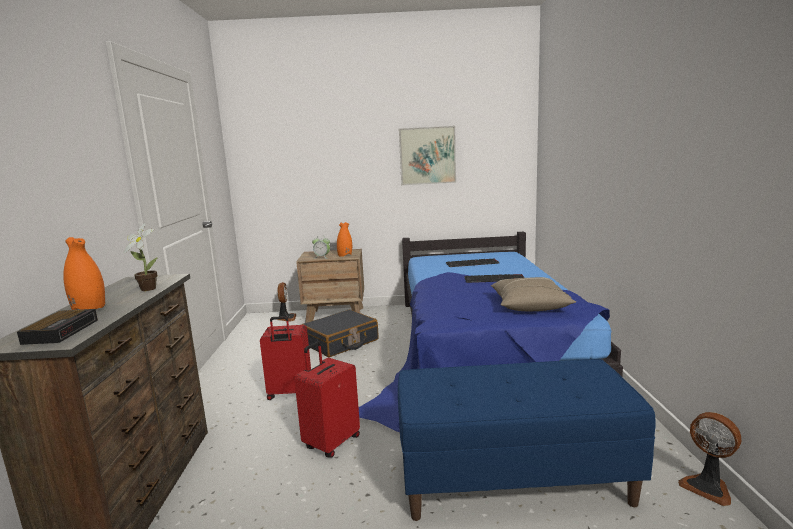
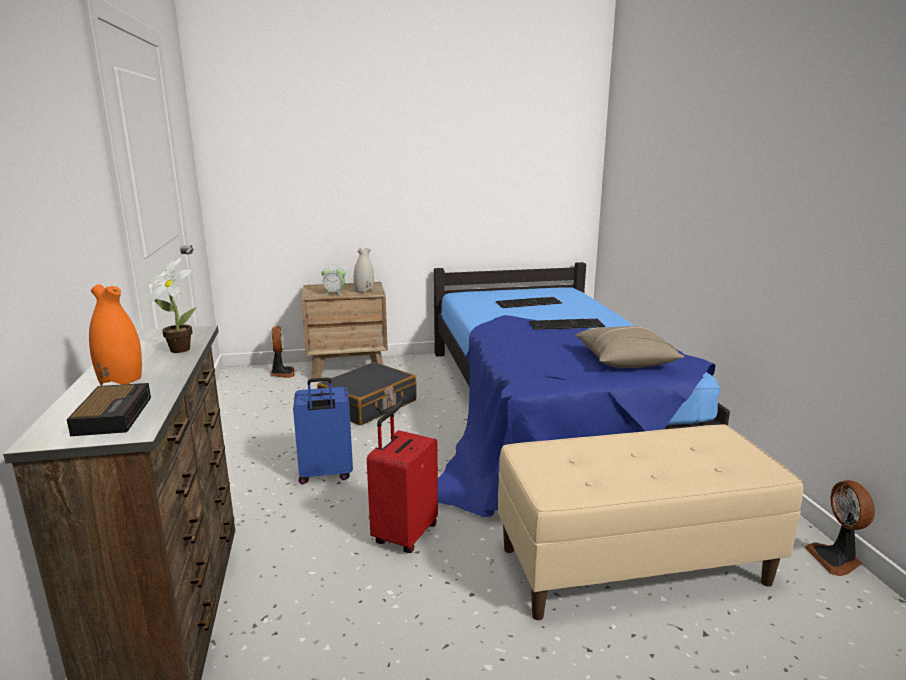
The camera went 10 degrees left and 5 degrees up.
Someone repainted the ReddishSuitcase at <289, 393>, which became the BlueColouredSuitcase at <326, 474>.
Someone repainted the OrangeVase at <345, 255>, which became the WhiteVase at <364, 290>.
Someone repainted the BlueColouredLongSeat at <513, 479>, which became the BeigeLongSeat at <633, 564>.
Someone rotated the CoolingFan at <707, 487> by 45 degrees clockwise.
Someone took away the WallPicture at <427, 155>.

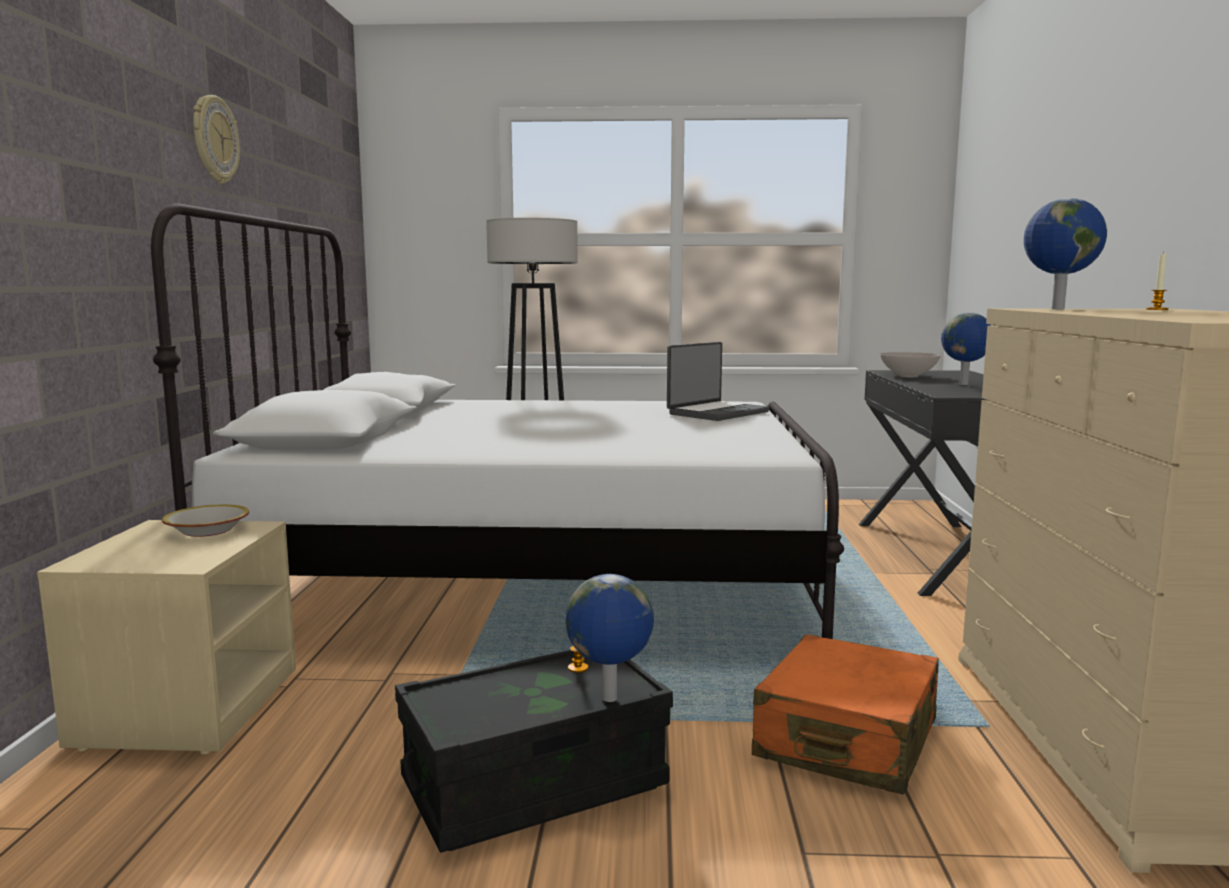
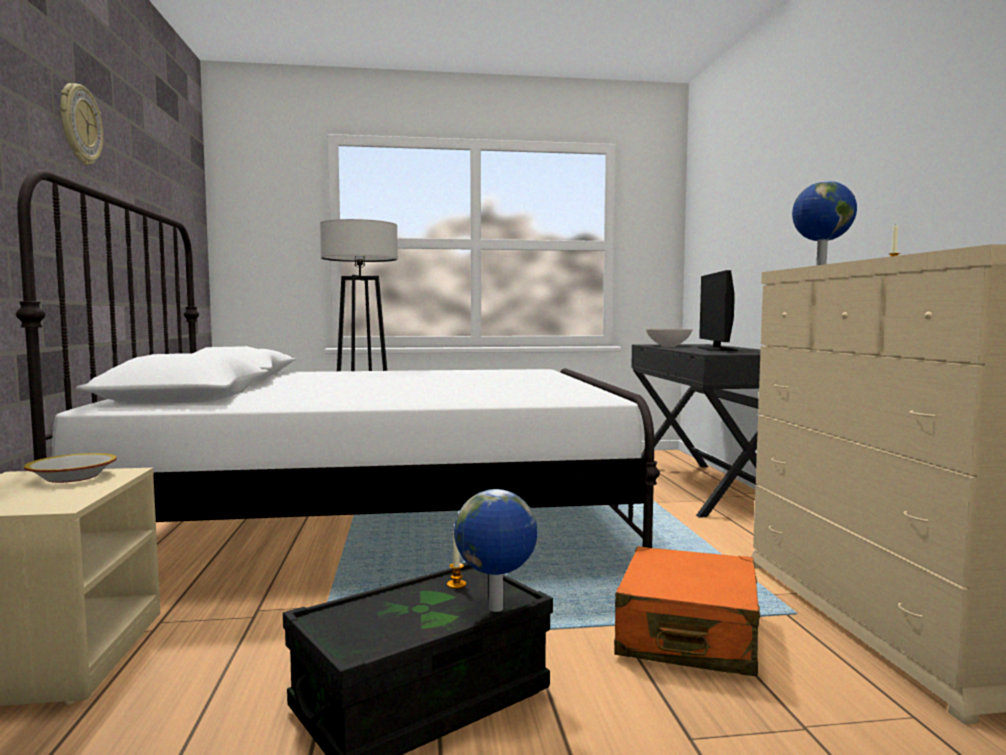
The camera went 10 degrees left and 5 degrees down.
Someone swapped the WorldGlobe at <964, 384> for the Monitor at <716, 349>.
Someone took away the NotebookComputer at <716, 413>.

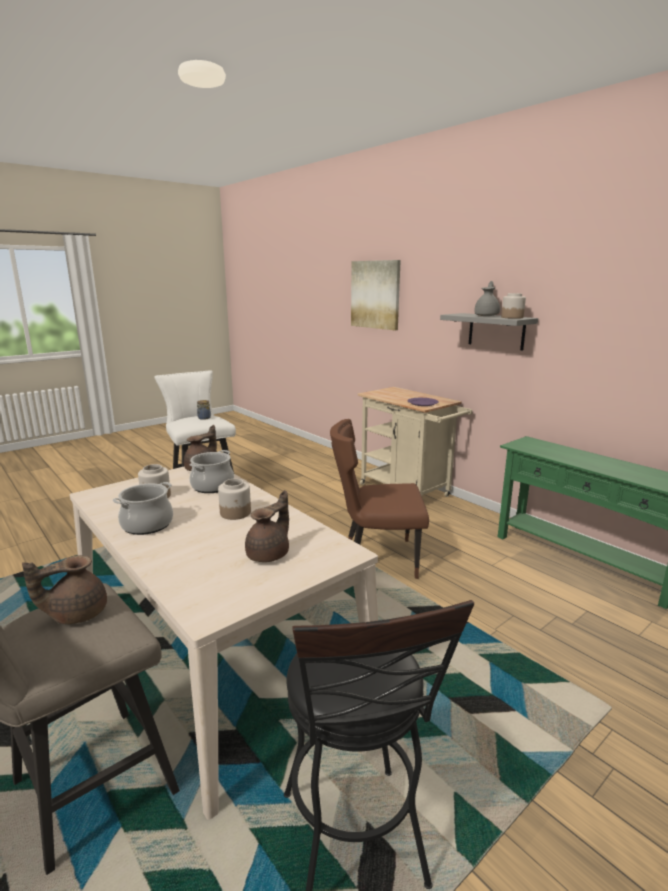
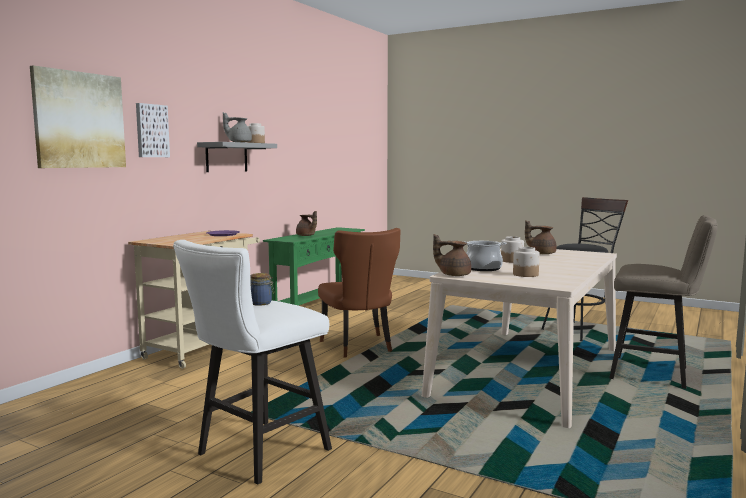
The camera went 110 degrees left and 10 degrees down.
Someone put up the WallPicture at <151, 131>.
Someone carried the BrownColouredTeaPot from <76, 613> to <306, 236>.
Someone took away the CookingPot at <147, 525>.

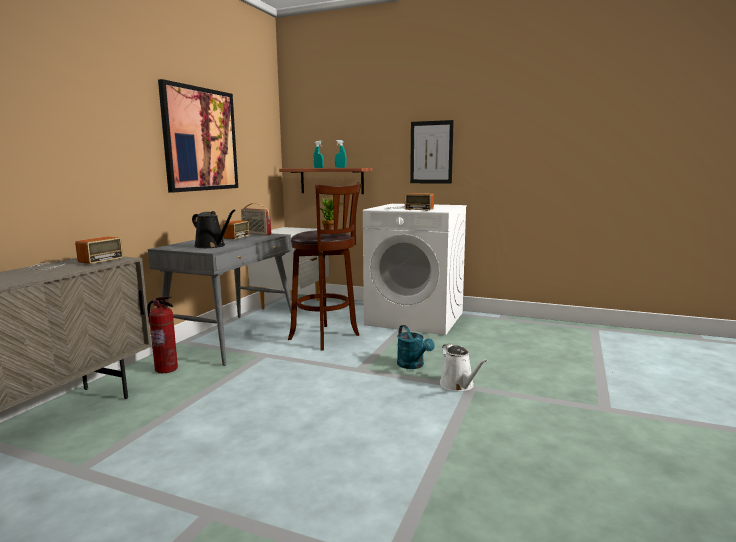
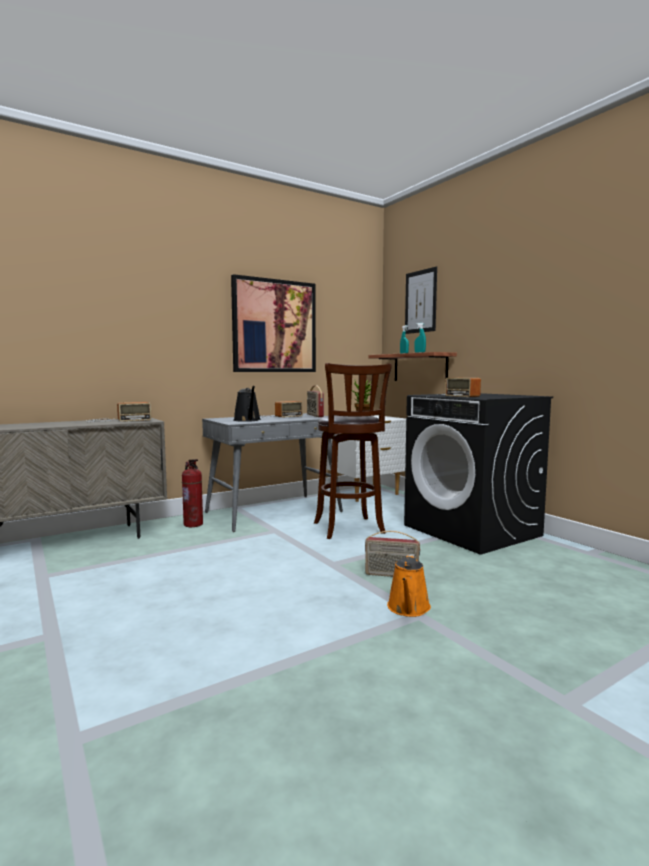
The camera went 35 degrees right and 5 degrees down.
Someone swapped the TurquoiseColouredWateringPot at <413, 365> for the RadioReceiver at <391, 575>.
Someone repainted the WhiteWateringPot at <458, 385>, which became the OrangeWateringPot at <408, 608>.
Someone repainted the WhiteLaundryMachine at <416, 318>, which became the BlackishLaundryMachine at <472, 530>.
Someone carried the WallPicture from <431, 152> to <420, 301>.

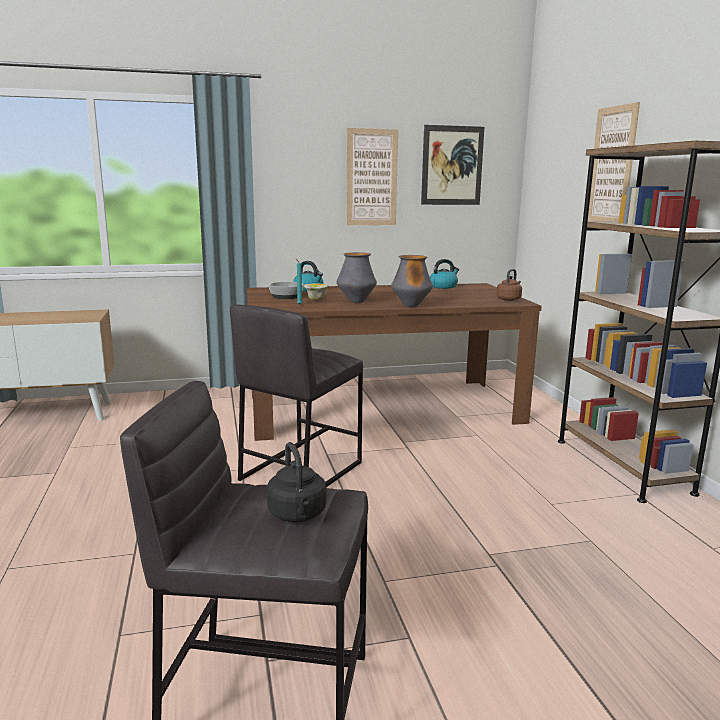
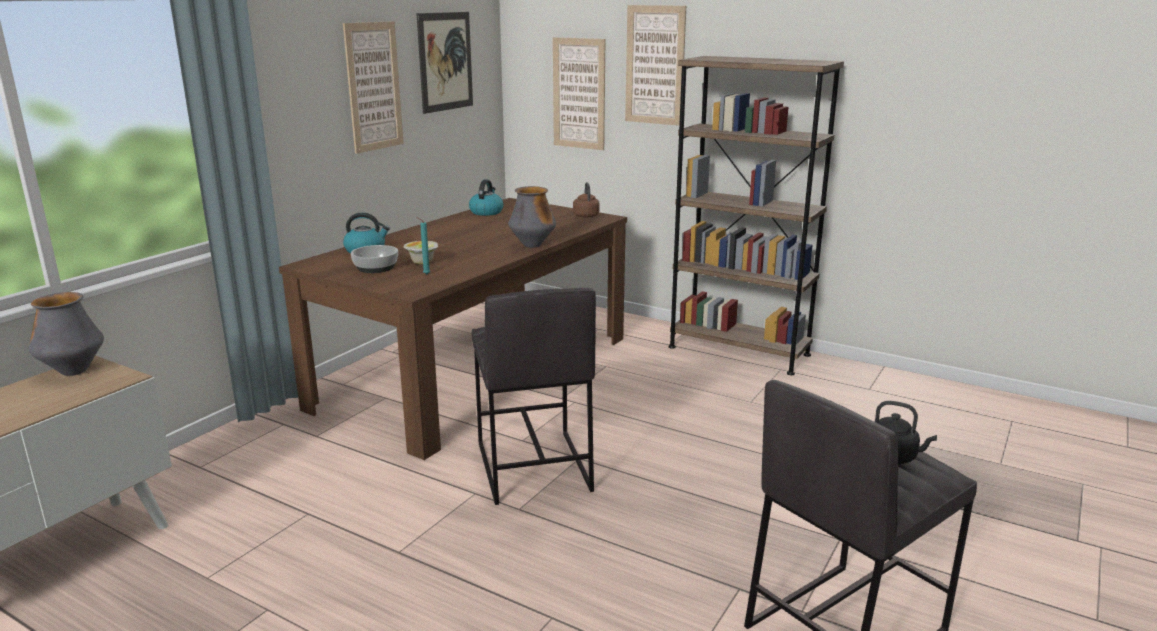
The camera went 45 degrees left and 5 degrees up.
Someone carried the Vase from <356, 301> to <73, 371>.
Someone put up the WallPicture at <579, 94>.

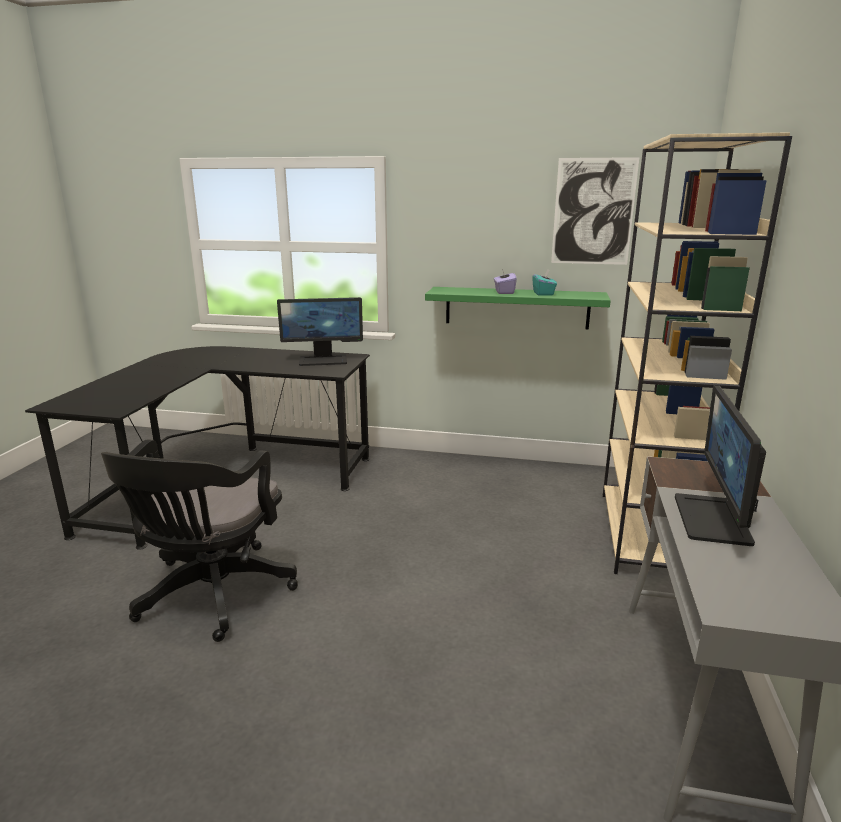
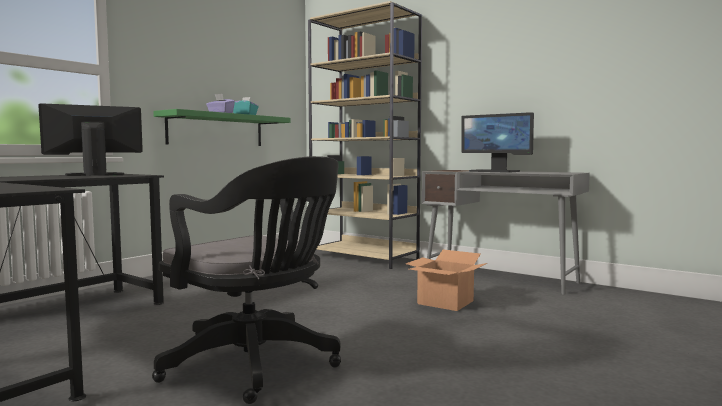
The camera went 65 degrees left and 15 degrees down.
Someone rotated the Monitor at <323, 360> by 135 degrees counterclockwise.
Someone put down the Carton at <446, 302>.
Someone took away the WallPicture at <593, 212>.

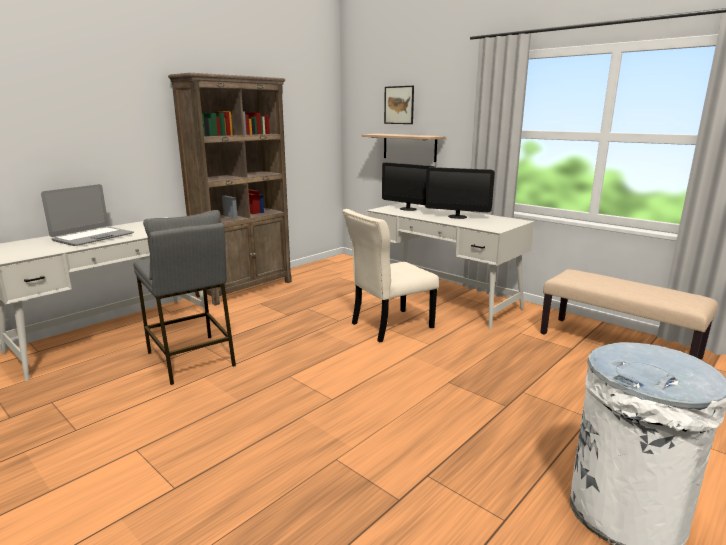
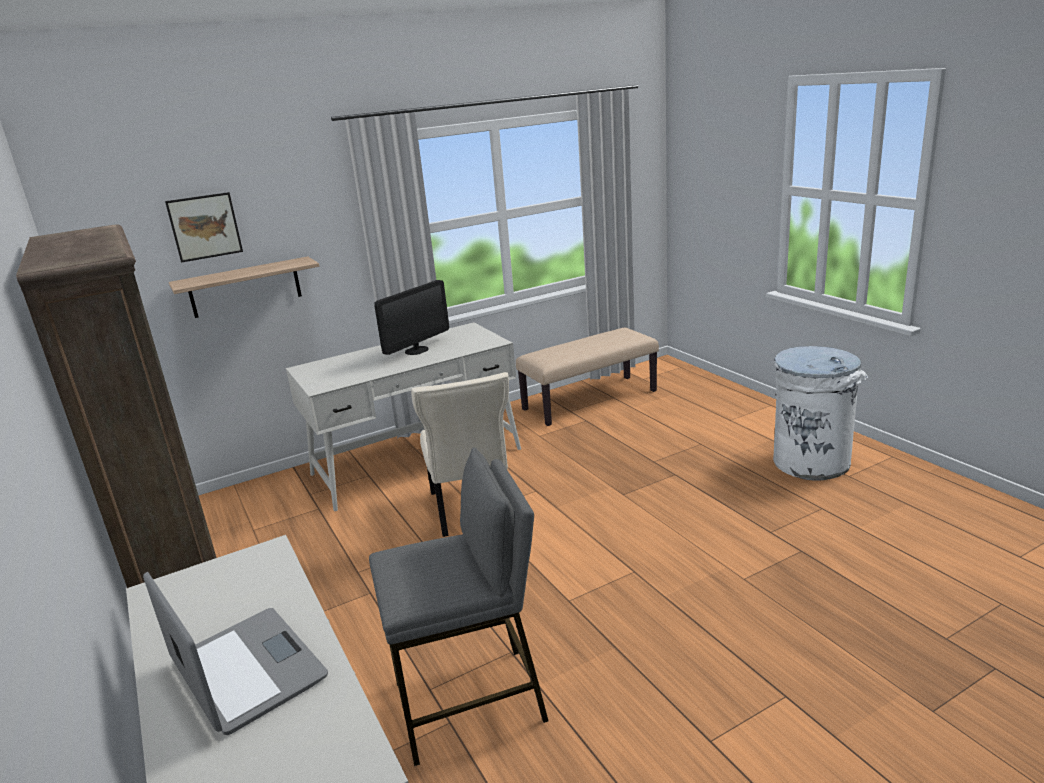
The camera went 70 degrees left and 5 degrees up.
Someone took away the Monitor at <408, 209>.

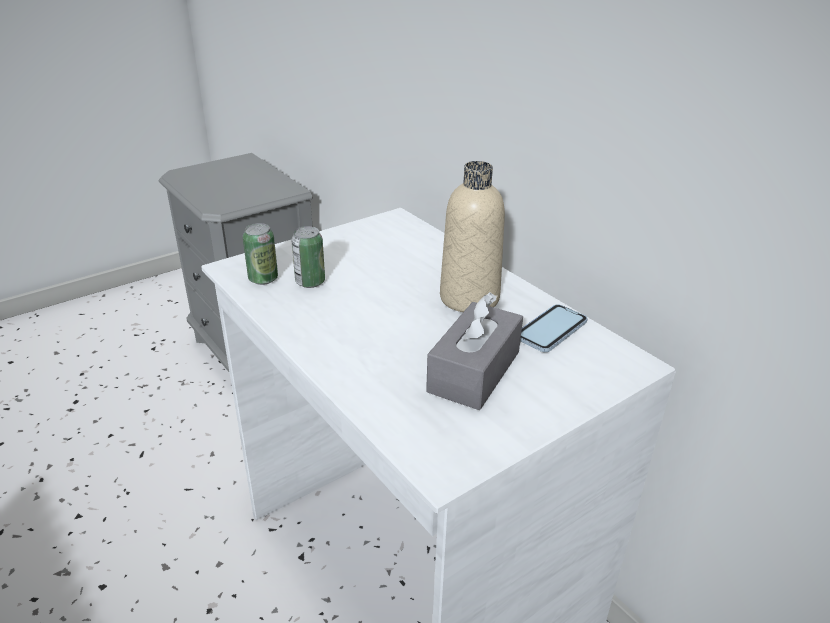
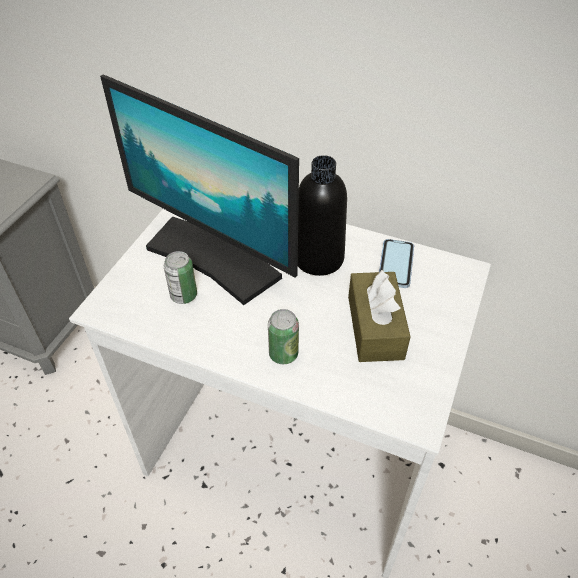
The camera went 30 degrees left and 15 degrees up.
Someone put down the Monitor at <214, 257>.
Someone carried the Can from <263, 279> to <283, 354>.
Someone repainted the BeigeBottle at <469, 298>, which became the BlackishBottle at <318, 258>.
Someone repainted the GrayTissueHolder at <474, 371>, which became the BrownColouredTissueHolder at <375, 327>.

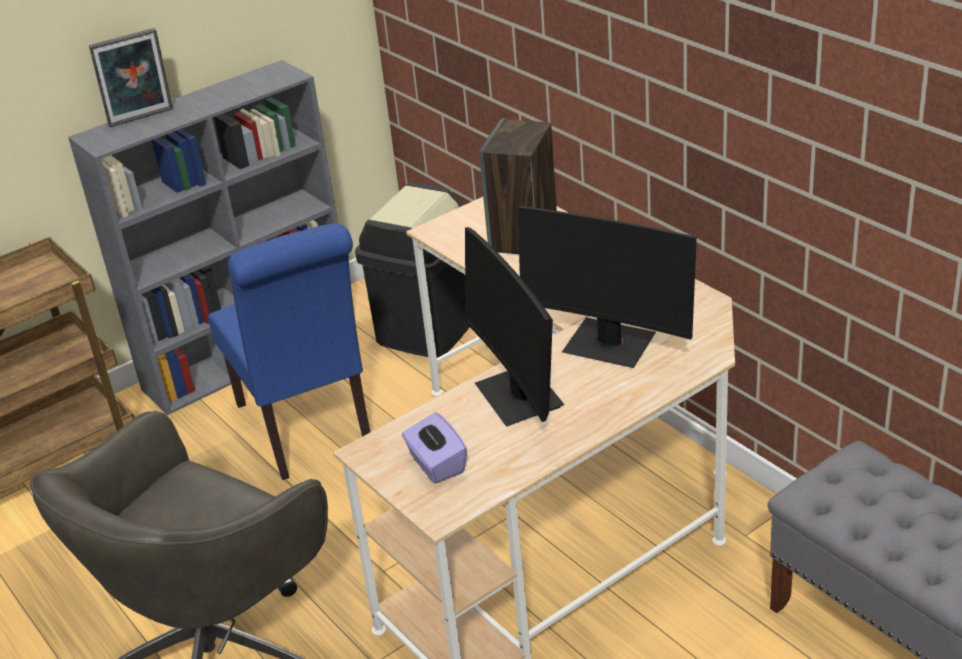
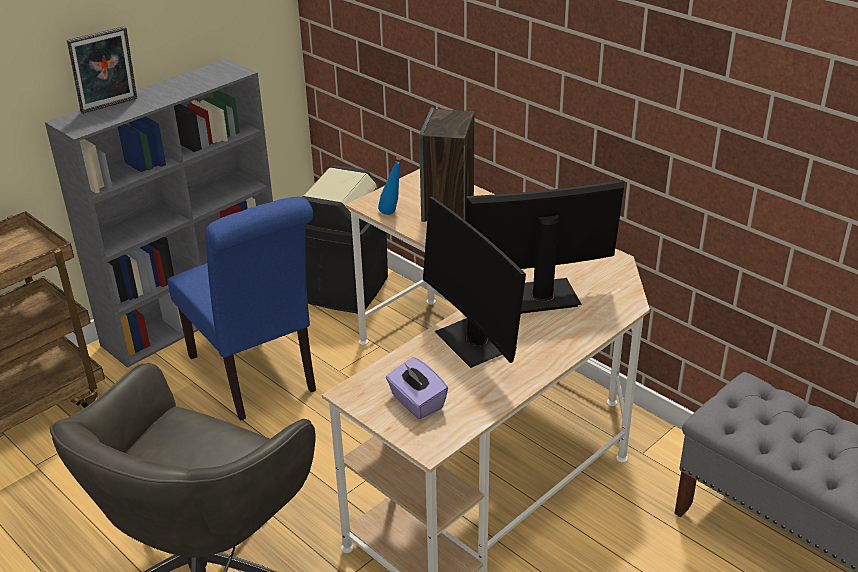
The camera went 10 degrees left and 0 degrees up.
Someone put down the BlueColouredBottle at <392, 215>.
Someone rotated the Monitor at <609, 345> by 150 degrees clockwise.

